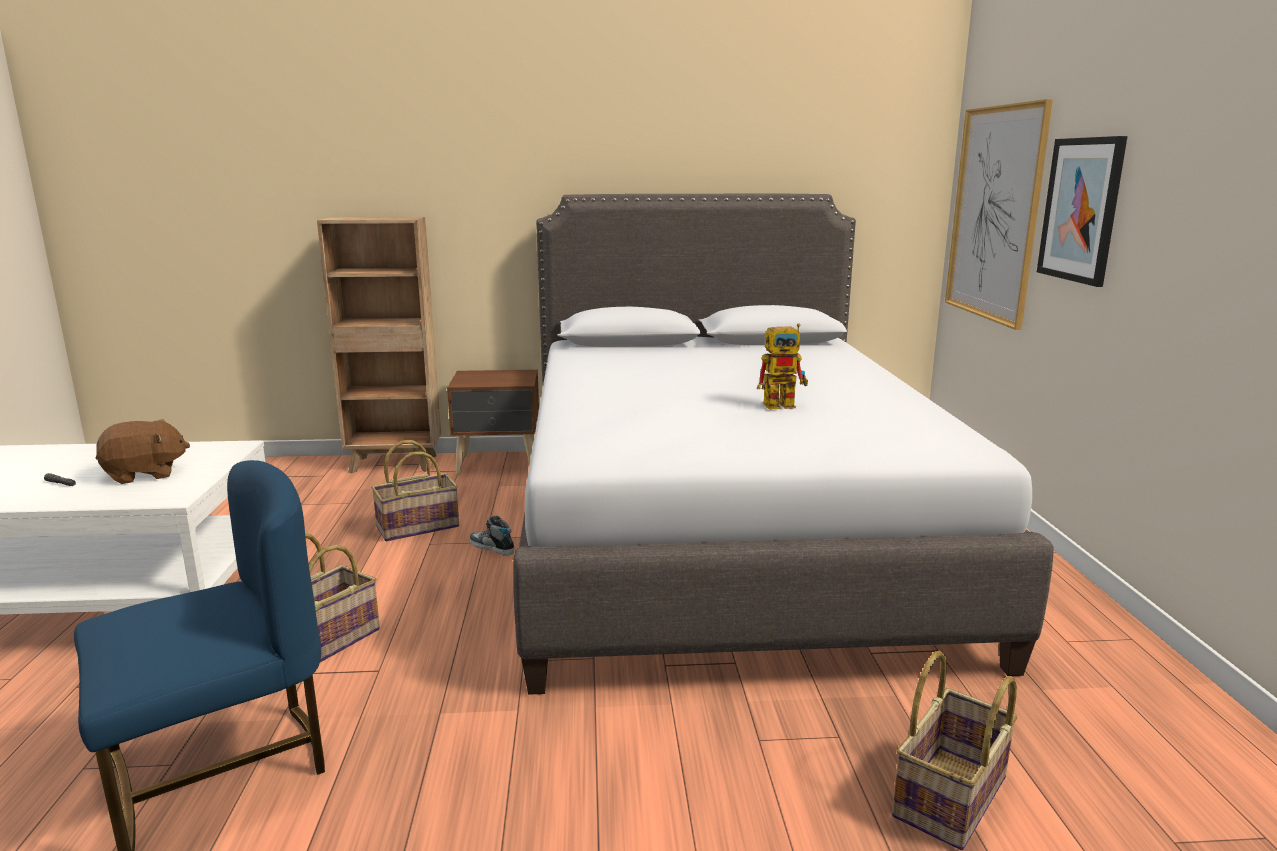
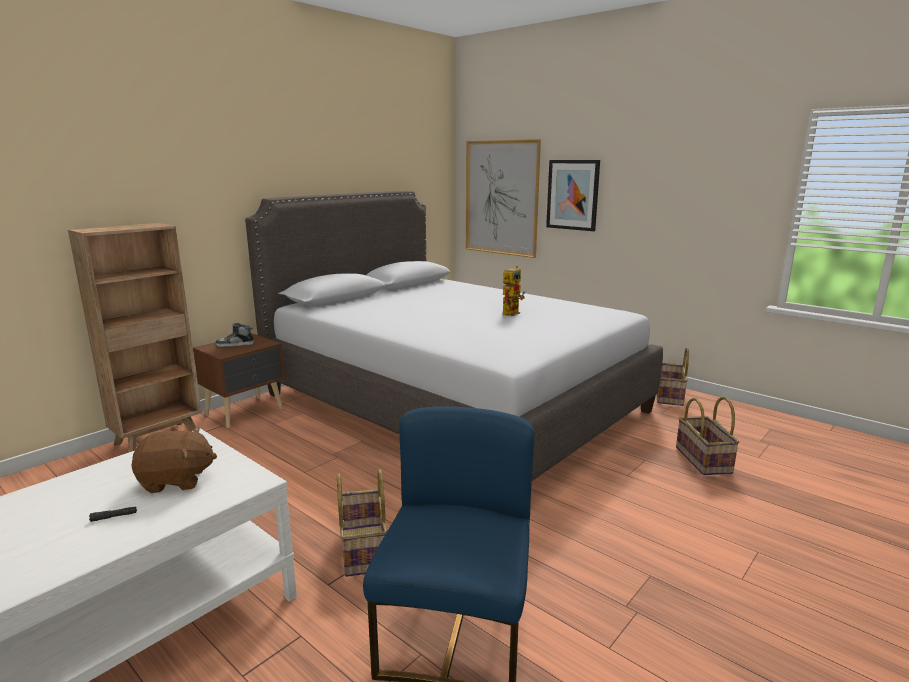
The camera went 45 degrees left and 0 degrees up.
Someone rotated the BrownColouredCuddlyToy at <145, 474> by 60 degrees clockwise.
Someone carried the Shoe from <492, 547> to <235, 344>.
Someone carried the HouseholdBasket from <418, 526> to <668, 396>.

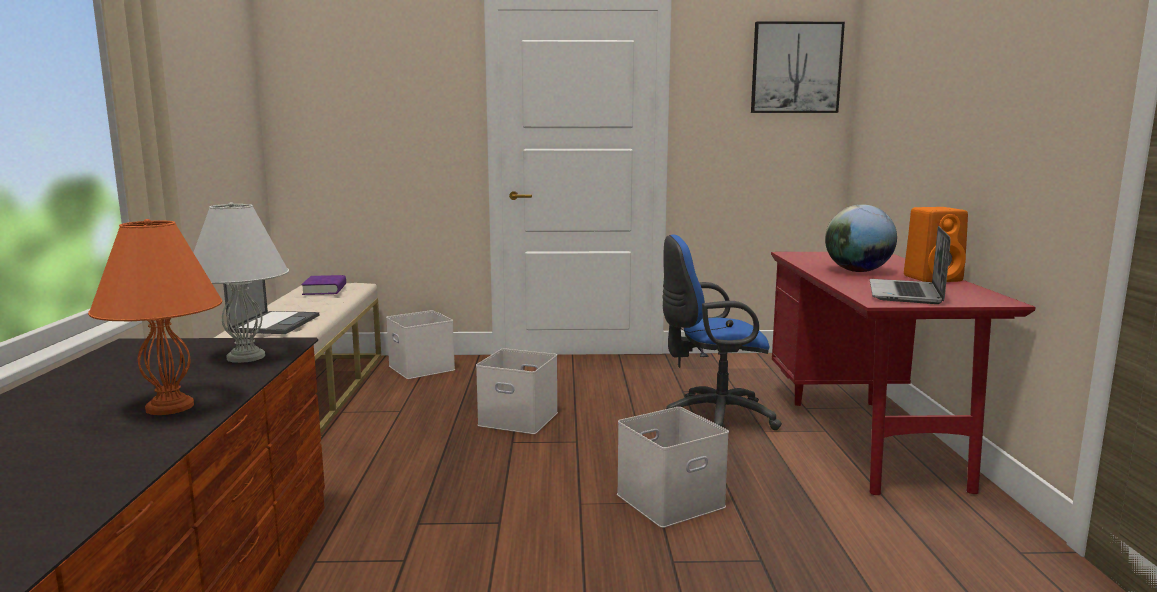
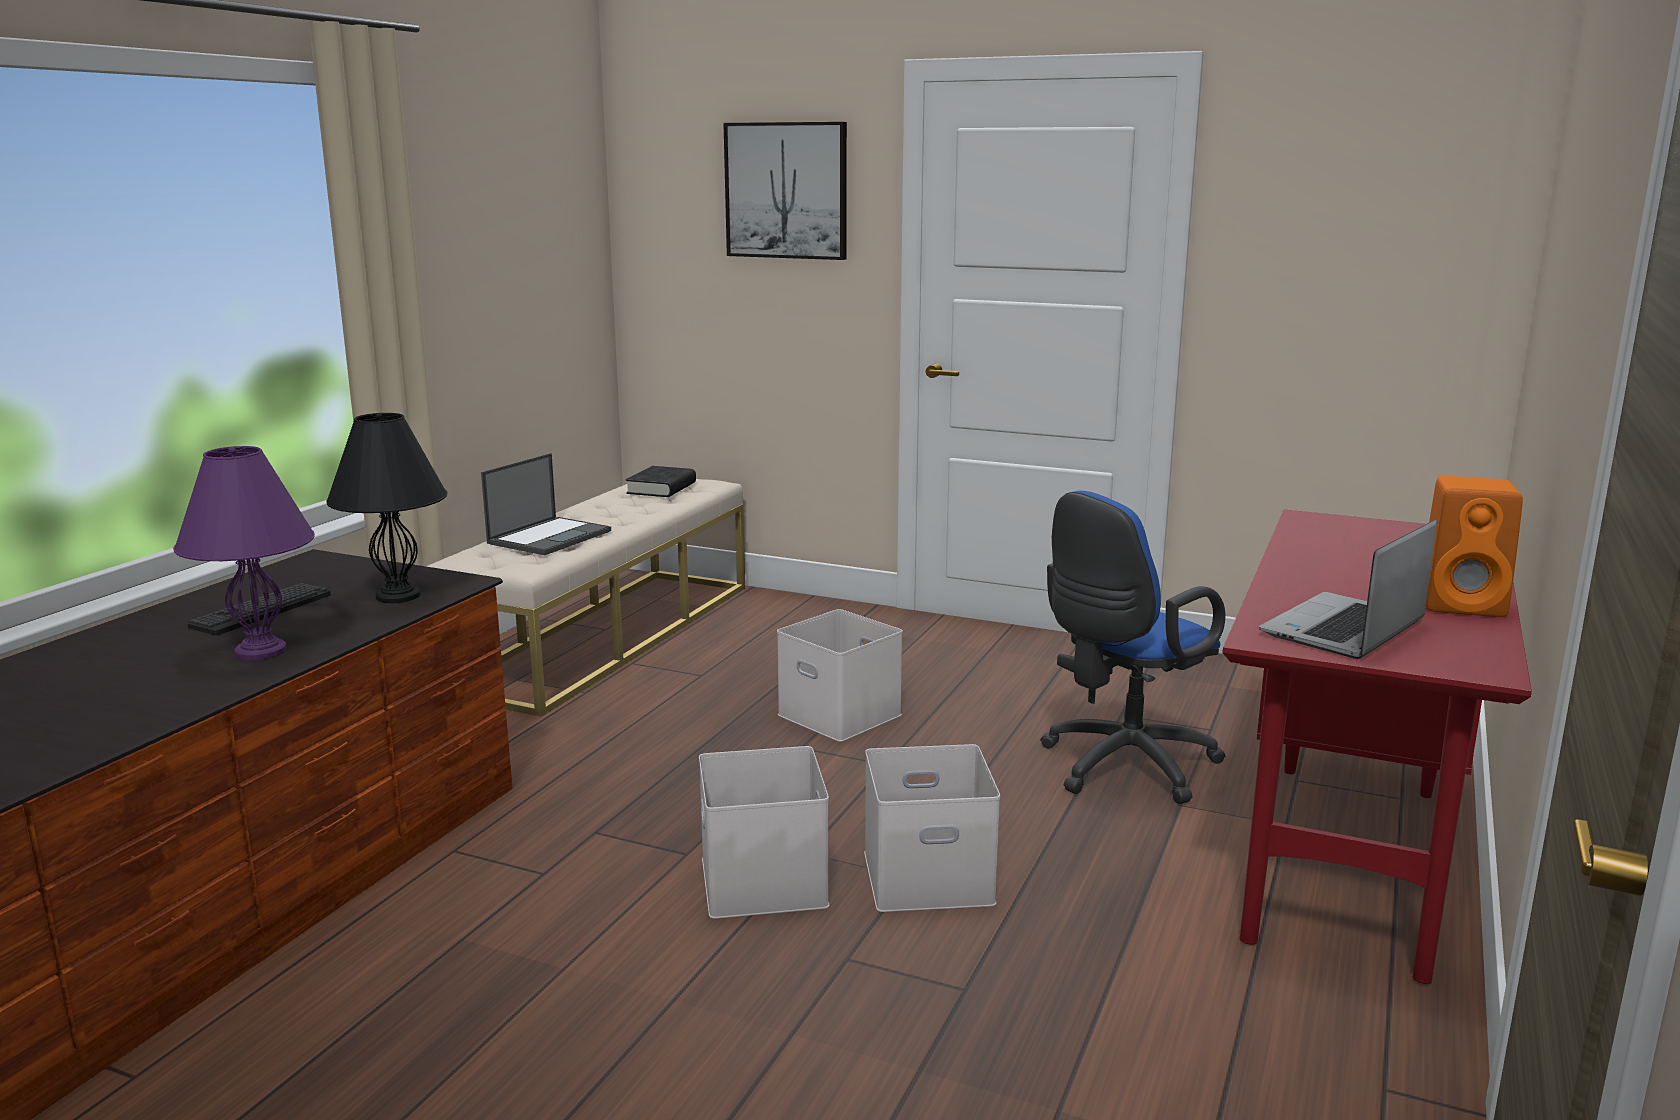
The camera went 25 degrees right and 5 degrees up.
Someone repainted the OrangeTabletopLamp at <170, 407>, which became the PurpleColouredTabletopLamp at <261, 651>.
Someone put down the PcKeyboard at <262, 611>.
Someone repainted the WhiteTabletopLamp at <245, 357>, which became the BlackishTabletopLamp at <397, 596>.
Someone repainted the PurpleColouredBook at <324, 289>, which became the BlackishBook at <661, 488>.
Someone carried the WhiteStorageBox from <423, 368> to <766, 882>.
Someone carried the WallPicture from <796, 68> to <787, 190>.
Someone rotated the BlueColouredDeskChair at <712, 418> by 60 degrees counterclockwise.
Someone took away the WorldGlobe at <857, 271>.

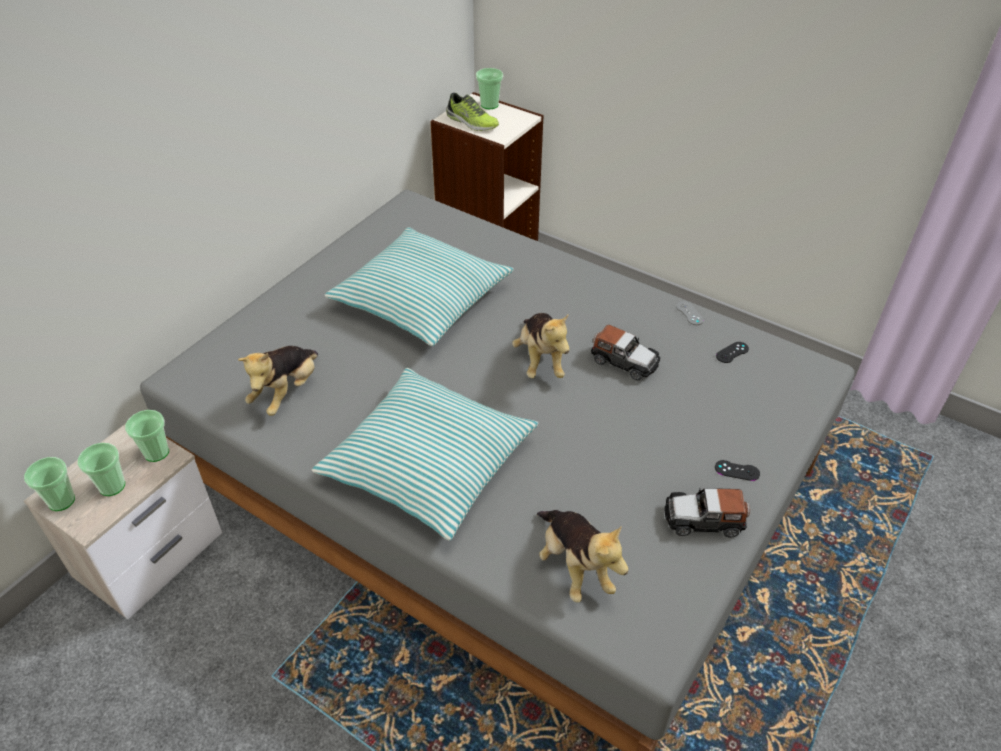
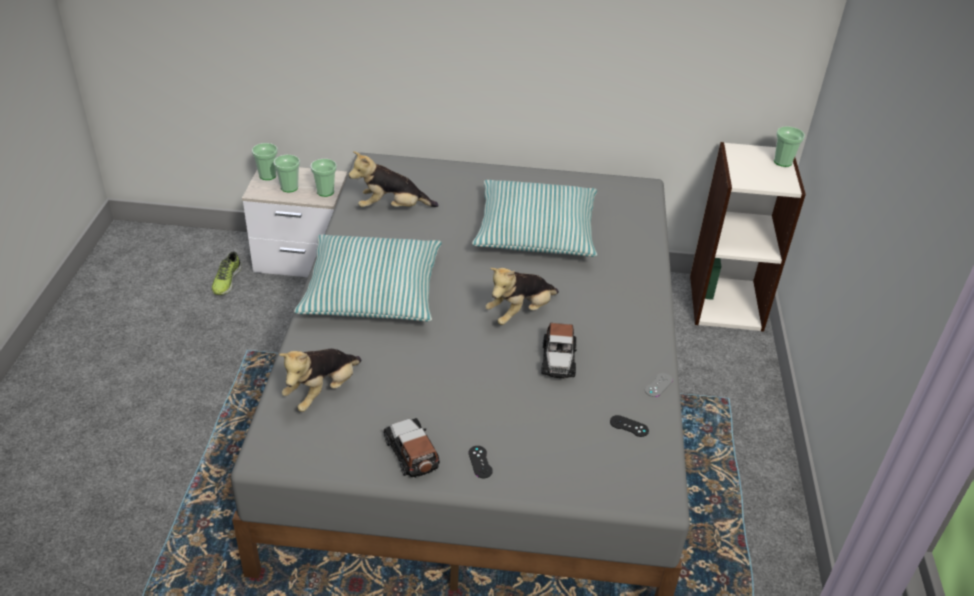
The camera went 60 degrees right and 5 degrees down.
Someone carried the Shoe from <471, 122> to <226, 281>.

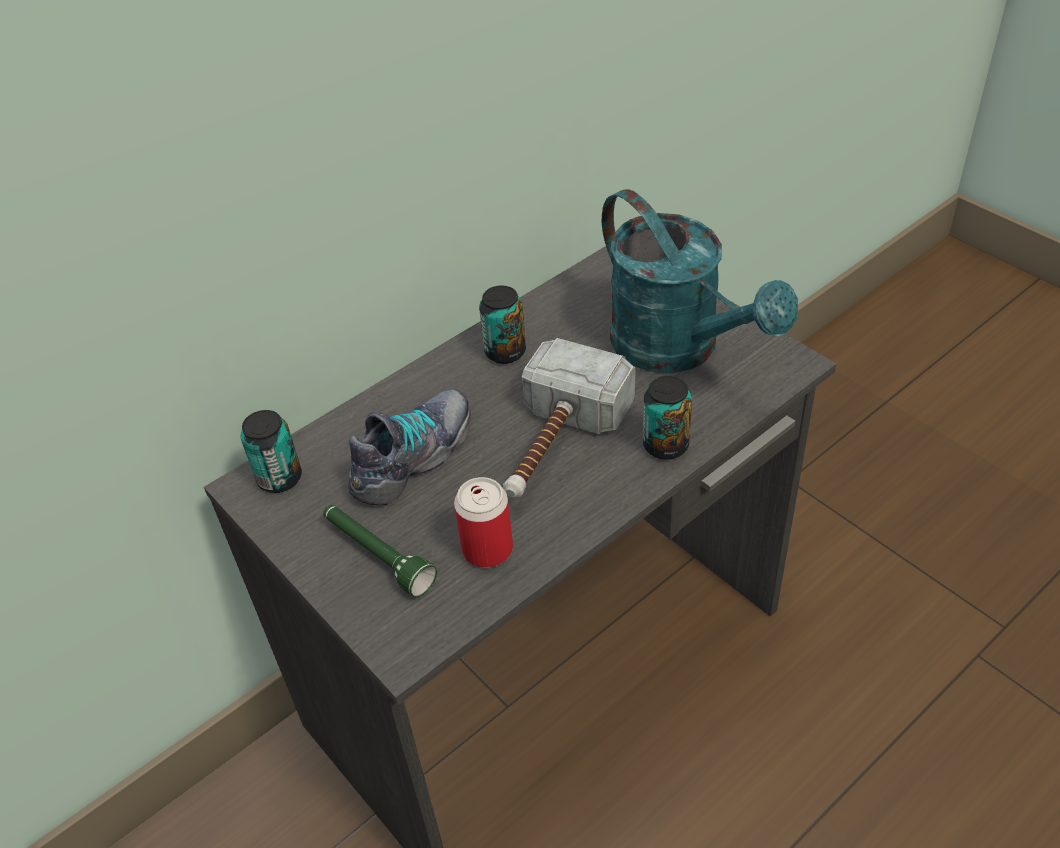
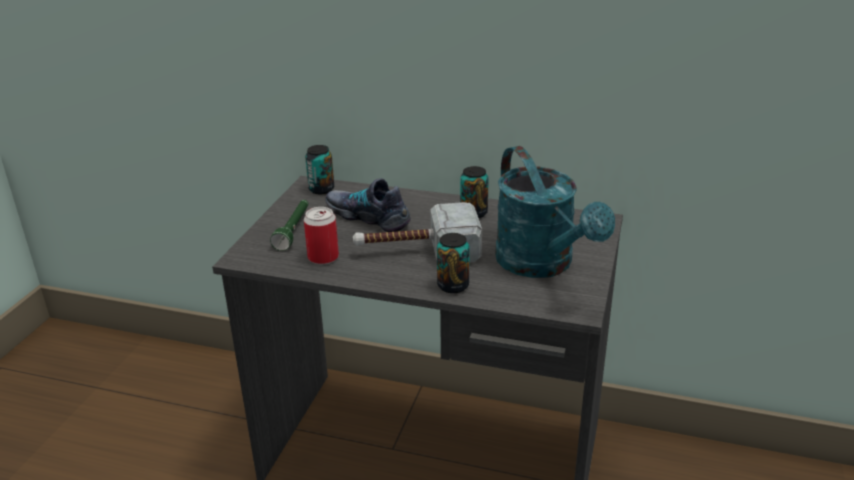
The camera went 55 degrees right and 15 degrees down.
Someone rotated the Shoe at <415, 457> by 150 degrees counterclockwise.
Someone rotated the TurquoiseColouredWateringPot at <679, 348> by 45 degrees counterclockwise.

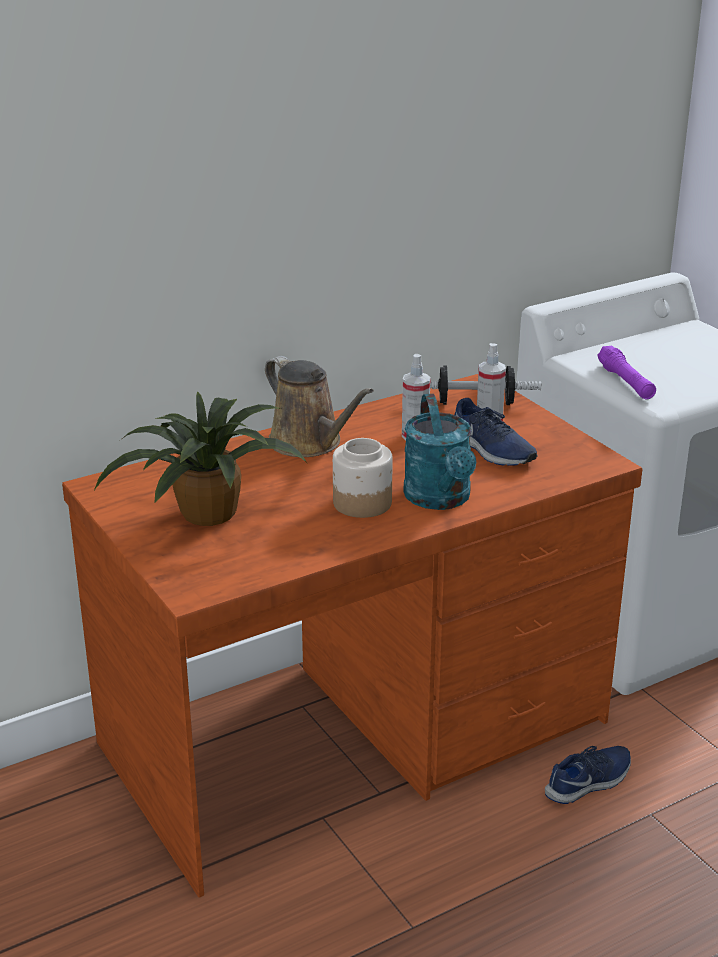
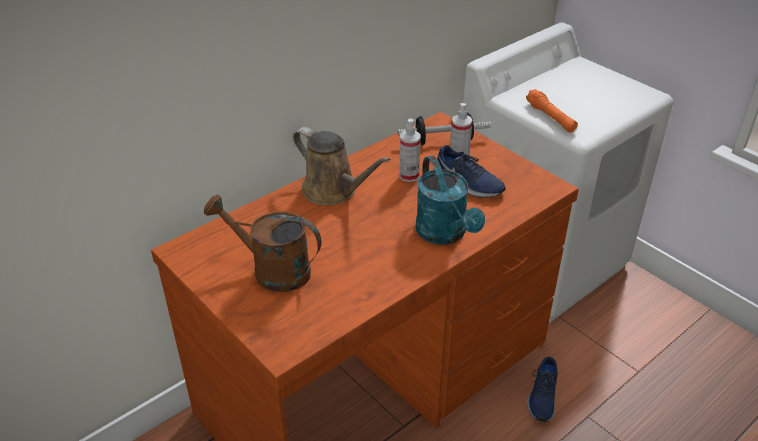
The camera went 10 degrees left and 10 degrees up.
Someone swapped the PlantInAPot at <204, 515> for the BrownColouredWateringPot at <272, 270>.
Someone repainted the PurpleColouredFlashlight at <626, 382>, which became the OrangeFlashlight at <550, 117>.
Someone rotated the BlueColouredShoe at <589, 782> by 150 degrees clockwise.
Someone took away the StorageJar at <362, 503>.

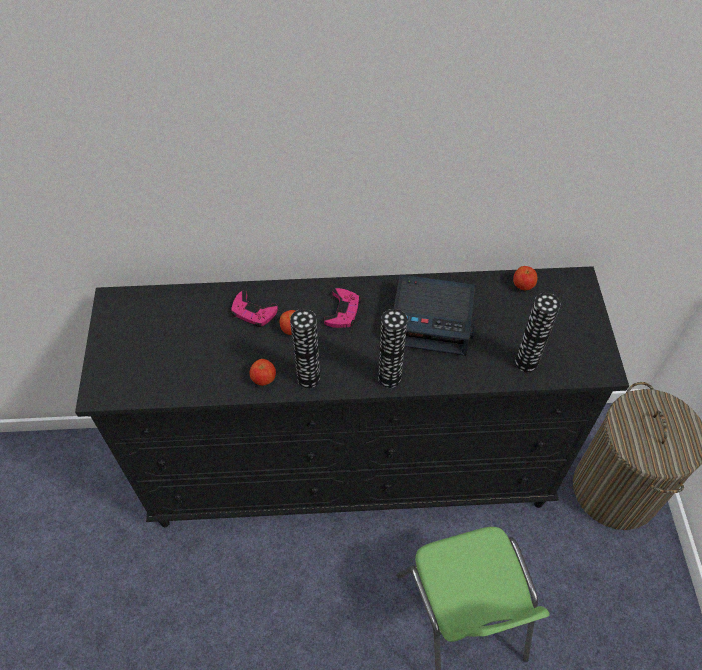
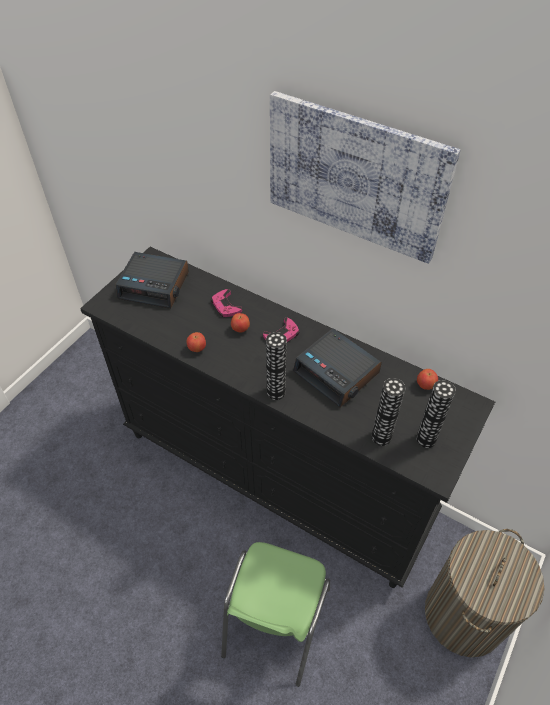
The camera went 35 degrees right and 5 degrees down.
Someone put down the TableClock at <155, 285>.
Someone put up the WallPicture at <355, 176>.
Someone carried the Vase from <308, 378> to <426, 439>.

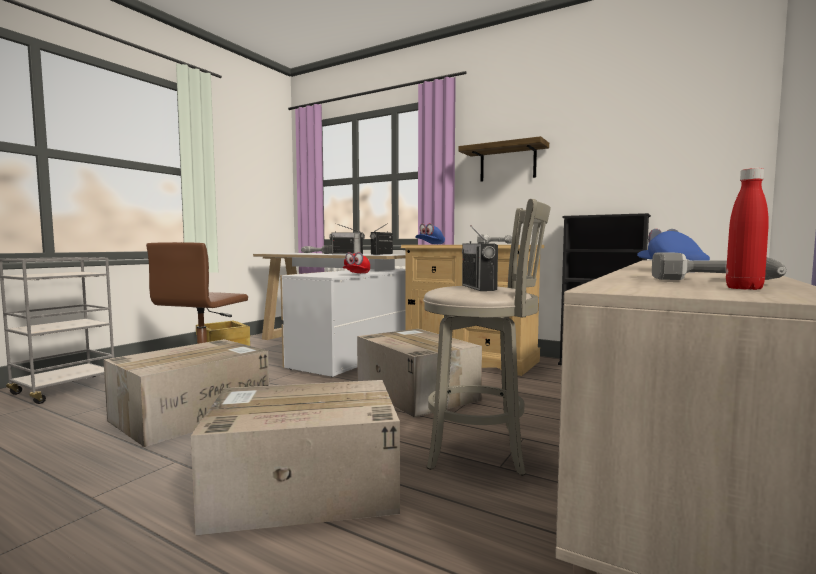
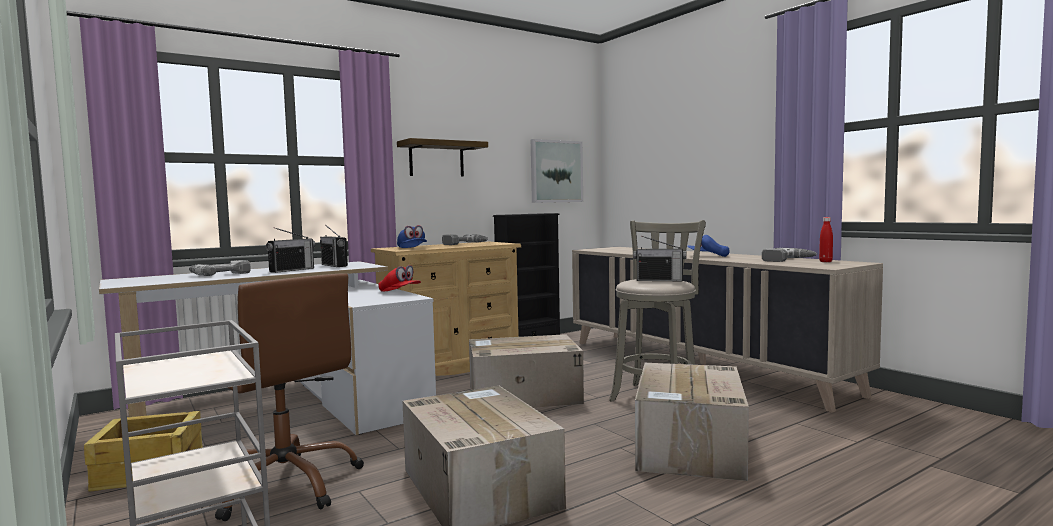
The camera went 65 degrees left and 0 degrees up.
Someone put up the WallPicture at <556, 171>.

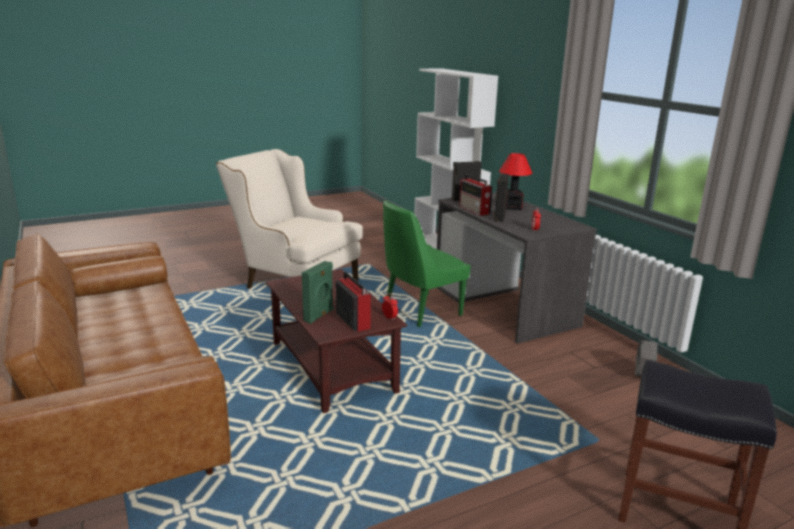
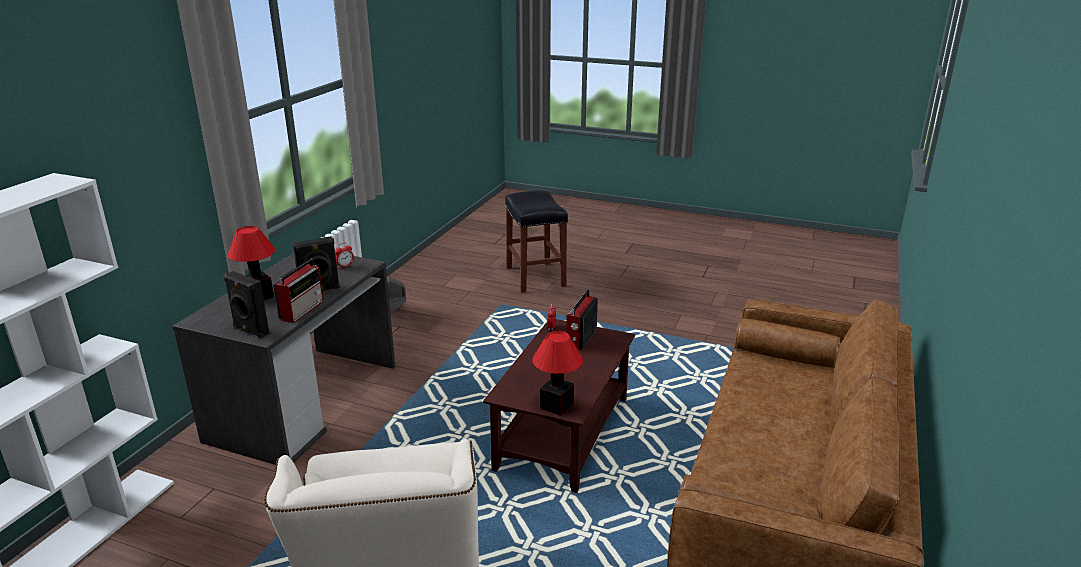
The camera went 130 degrees left and 5 degrees up.
Someone put down the TabletopLamp at <557, 406>.
Someone took away the GreenishAudioSpeaker at <319, 316>.
Someone took away the GreenishPlainChair at <420, 311>.

